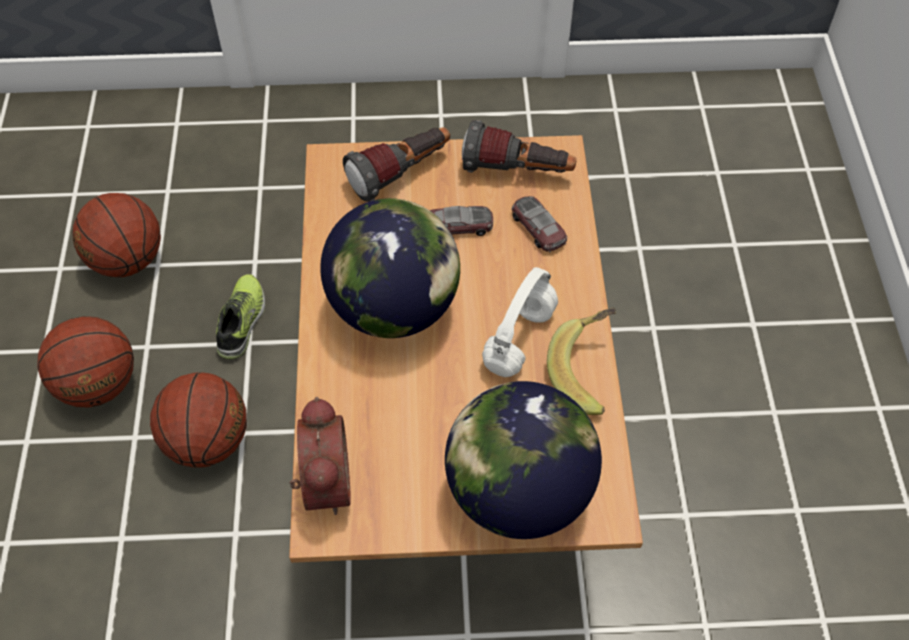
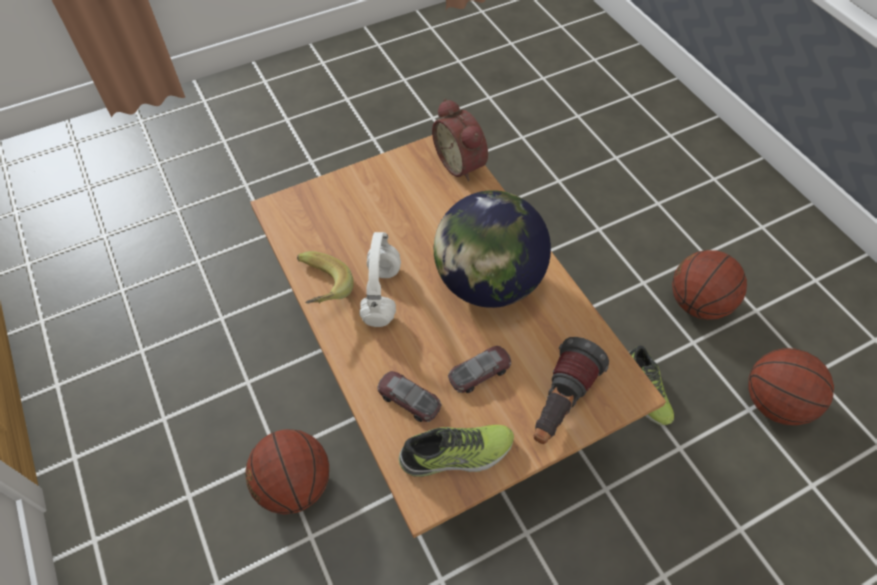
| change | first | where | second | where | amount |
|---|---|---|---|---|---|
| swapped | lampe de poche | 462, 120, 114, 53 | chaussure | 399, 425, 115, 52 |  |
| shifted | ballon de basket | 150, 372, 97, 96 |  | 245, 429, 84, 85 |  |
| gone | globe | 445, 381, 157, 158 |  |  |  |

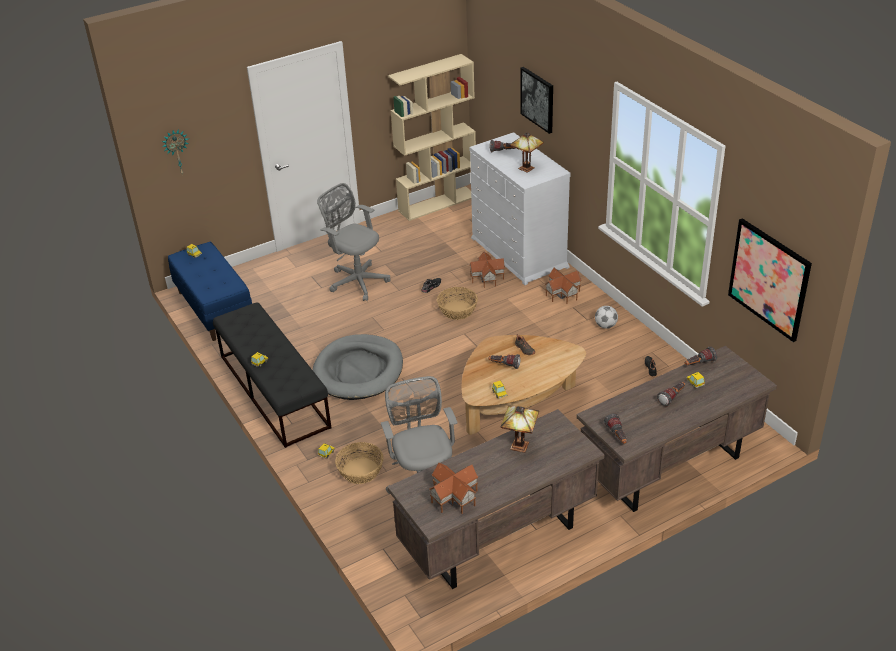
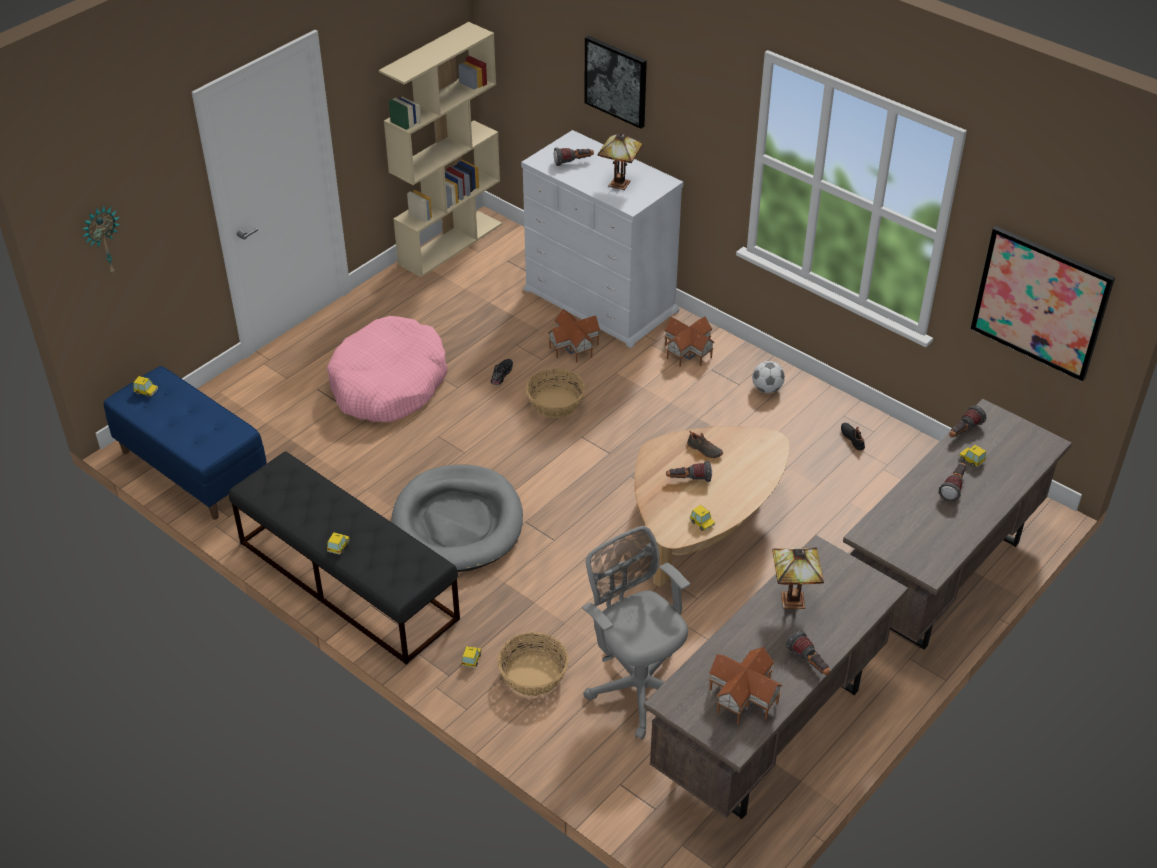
| change | first | where | second | where | amount |
|---|---|---|---|---|---|
| swapped | chaise de bureau (gris) | 317, 183, 74, 118 | panier pour chien (rose) | 327, 316, 120, 106 |  |
| shifted | lampe de poche | 604, 414, 23, 30 |  | 786, 630, 44, 45 |  |

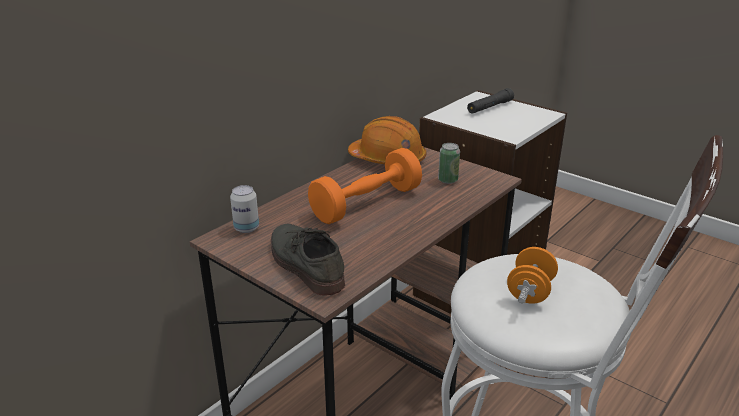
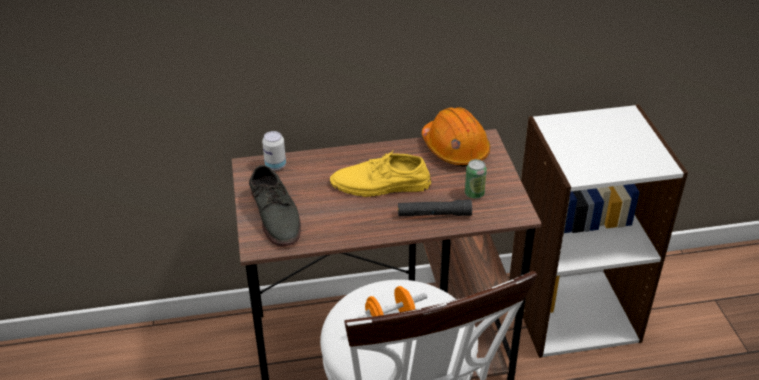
| change | first | where | second | where | amount |
|---|---|---|---|---|---|
| shifted | lampe de poche (noir) | 467, 88, 47, 26 |  | 398, 199, 74, 17 |  |
| swapped | haltère (orange) | 308, 148, 114, 76 | chaussure (jaune) | 330, 150, 101, 47 |  |
| rotated | chaussure (gris) | 271, 223, 74, 73 |  | 249, 165, 52, 82 | 150 degrees clockwise |

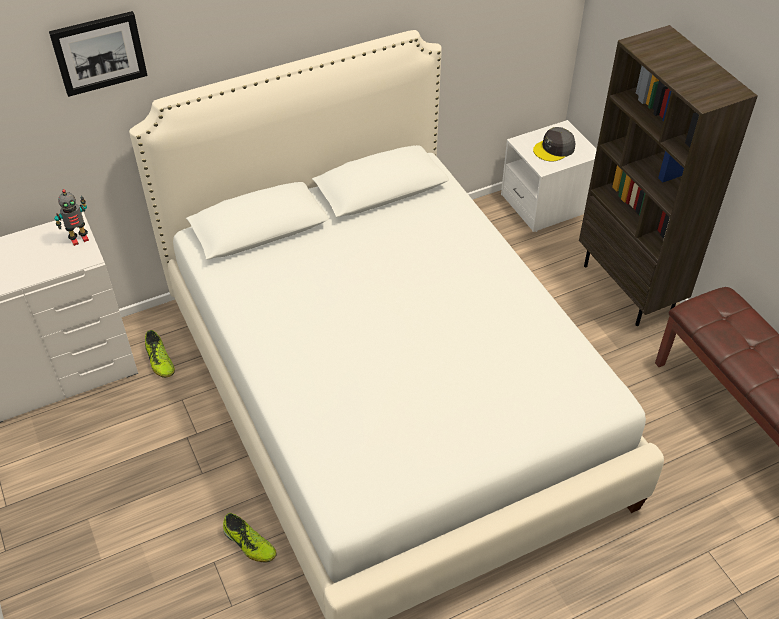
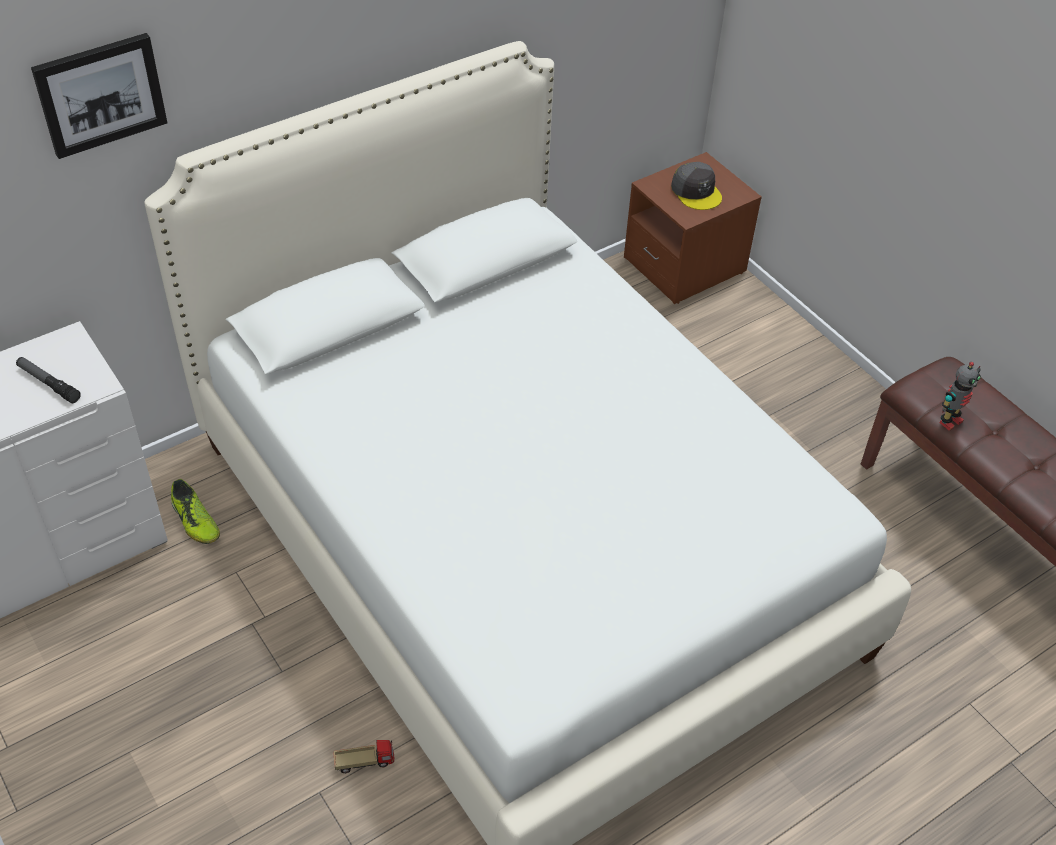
| change | first | where | second | where | amount |
|---|---|---|---|---|---|
| gone | bibliothèque (marron) | 579, 25, 179, 301 |  |  |  |
| repainted | table de chevet (blanc) | 501, 120, 96, 112 | table de chevet (marron) | 624, 152, 138, 152 |  |
| rotated | casquette (gris) | 533, 127, 43, 34 |  | 671, 162, 51, 48 | 75 degrees counterclockwise |
| shifted | robot jouet | 54, 189, 35, 57 |  | 940, 362, 41, 69 |  |
| swapped | chaussure | 223, 513, 54, 49 | camion jouet | 333, 740, 61, 33 |  |
| new |  |  | lampe de poche | 16, 357, 65, 46 |  |

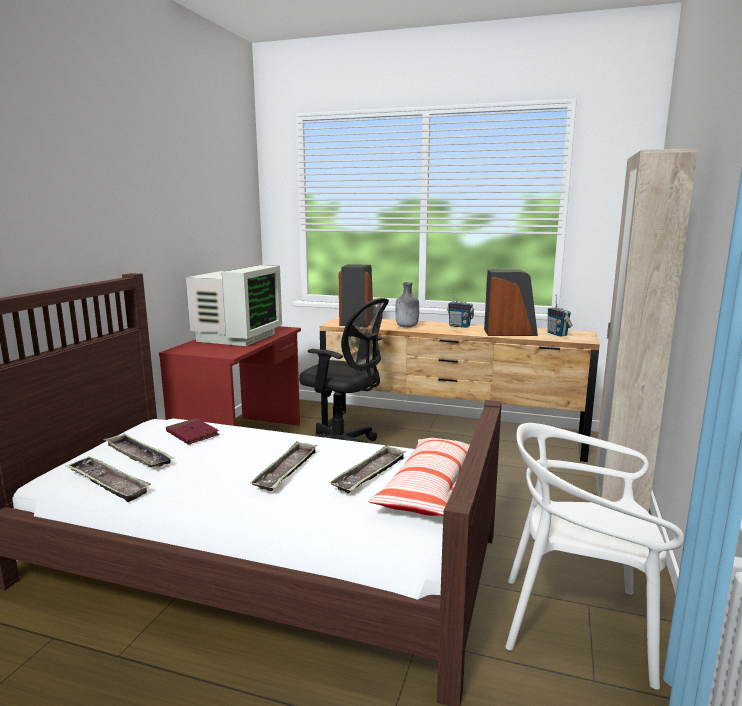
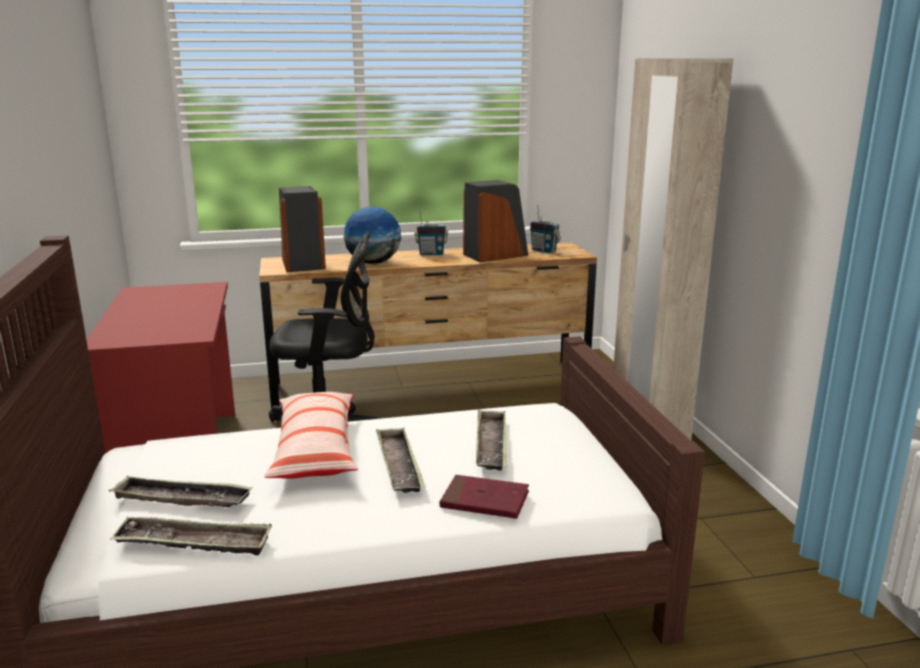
| change | first | where | second | where | amount |
|---|---|---|---|---|---|
| gone | écran d'ordinateur | 186, 265, 96, 81 |  |  |  |
| swapped | bouteille (gris) | 395, 282, 24, 46 | globe | 344, 206, 57, 58 |  |
| shifted | livre (rouge) | 166, 418, 54, 27 |  | 440, 475, 89, 44 |  |
| gone | chaise (blanc) | 505, 423, 179, 267 |  |  |  |
| shifted | coussin | 368, 438, 102, 78 |  | 264, 392, 94, 87 |  |

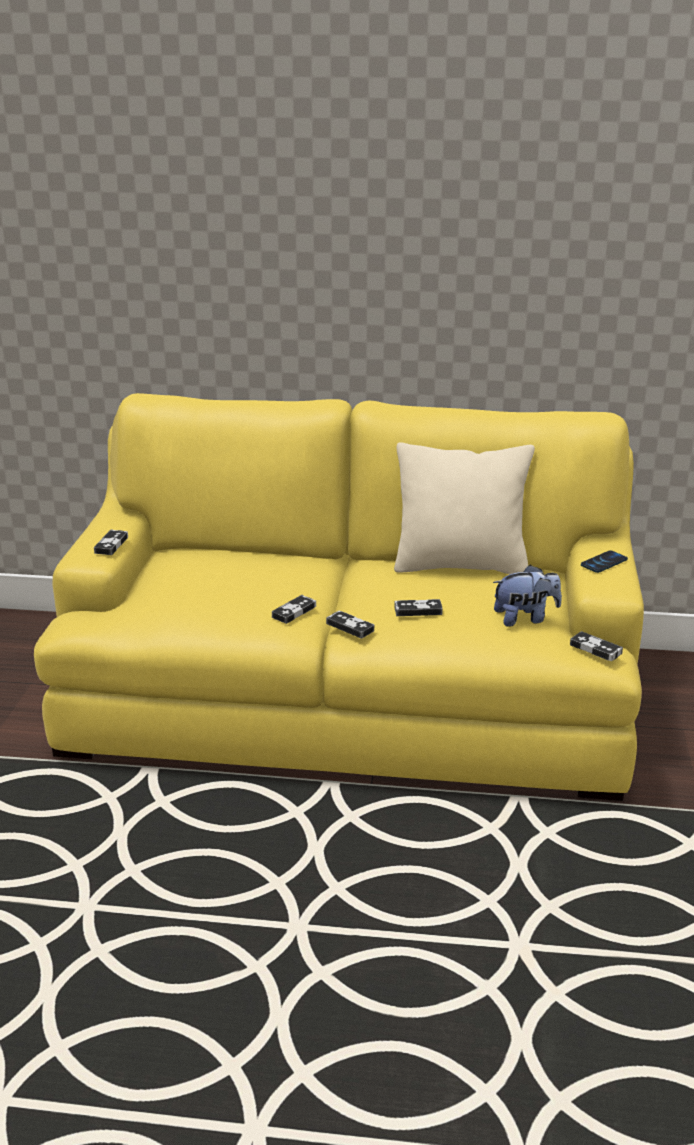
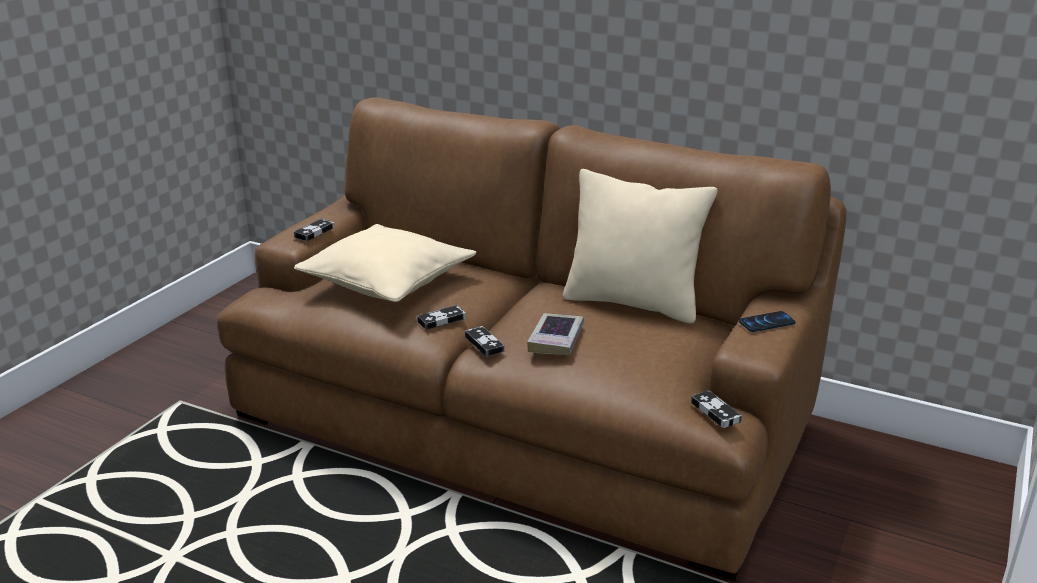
| change | first | where | second | where | amount |
|---|---|---|---|---|---|
| repainted | canapé (jaune) | 34, 393, 610, 408 | canapé (marron) | 217, 97, 629, 484 |  |
| gone | peluche | 493, 565, 69, 62 |  |  |  |
| swapped | manette | 394, 599, 49, 17 | livre | 527, 313, 57, 42 |  |
| new |  |  | coussin (beige) | 294, 224, 183, 78 |  |

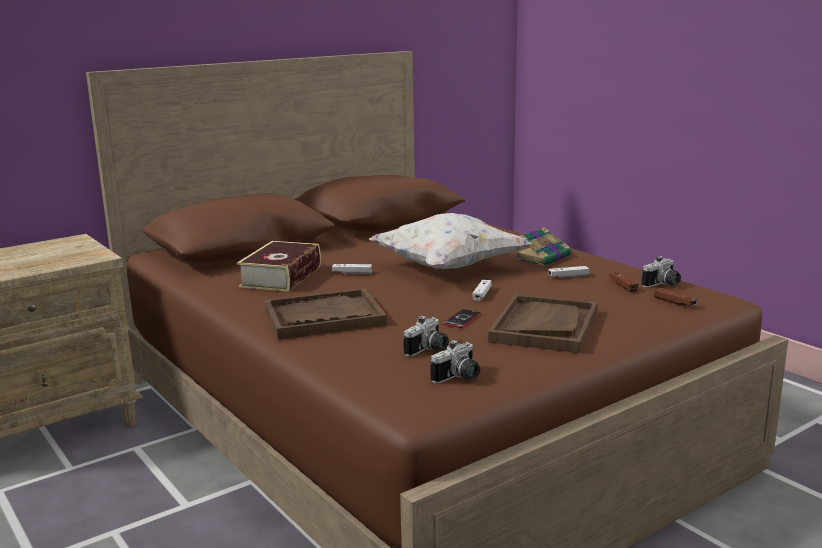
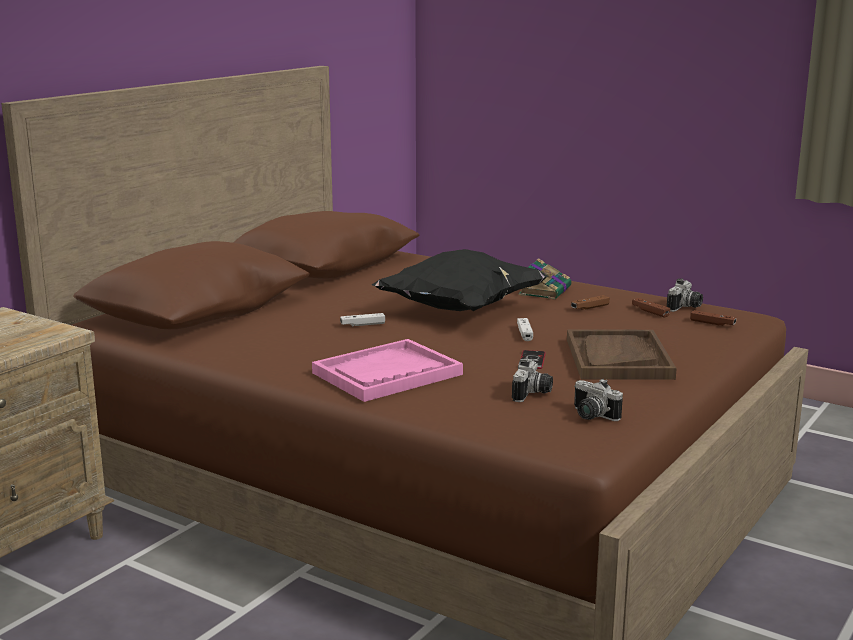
| change | first | where | second | where | amount |
|---|---|---|---|---|---|
| repainted | coussin (blanc) | 369, 213, 163, 56 | coussin (noir) | 372, 249, 177, 62 |  |
| gone | livre | 237, 241, 84, 51 |  |  |  |
| repainted | manette (blanc) | 548, 266, 41, 12 | manette (marron) | 571, 295, 39, 15 |  |
| repainted | plateau (marron) | 265, 288, 122, 51 | plateau (rose) | 312, 339, 151, 63 |  |
| rotated | appareil photo | 430, 340, 50, 44 |  | 574, 379, 49, 42 | 105 degrees clockwise |

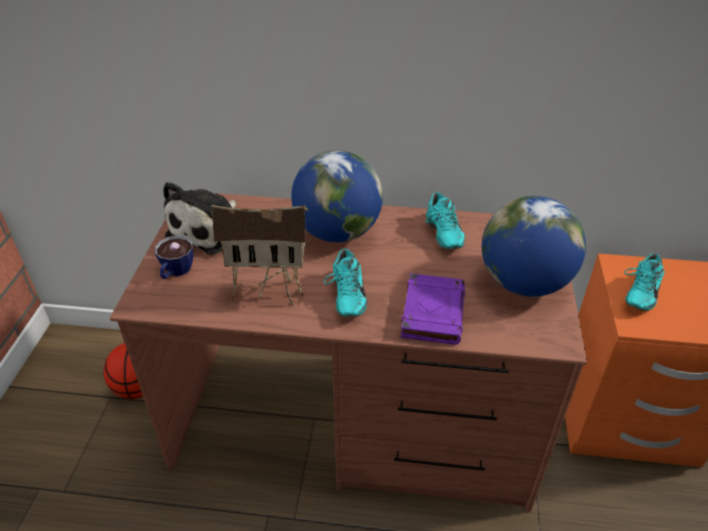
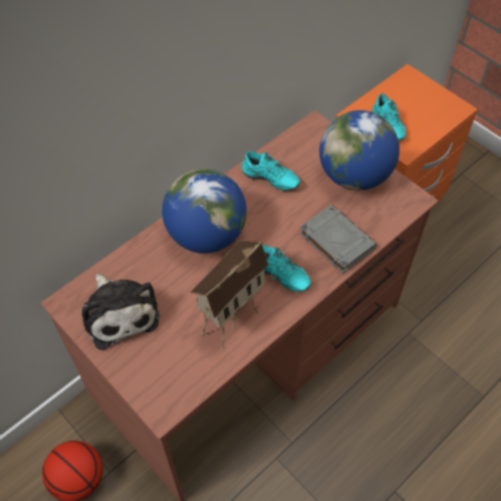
| change | first | where | second | where | amount |
|---|---|---|---|---|---|
| gone | tasse | 155, 236, 38, 43 |  |  |  |
| repainted | livre (violet) | 401, 273, 64, 72 | livre (gris) | 299, 205, 78, 68 |  |

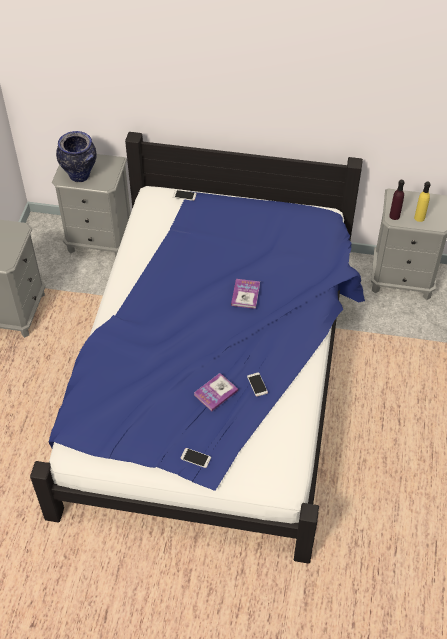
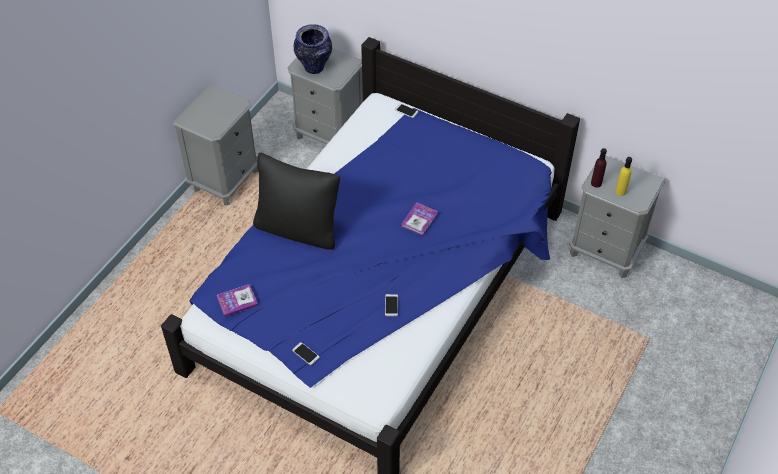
| change | first | where | second | where | amount |
|---|---|---|---|---|---|
| shifted | livre | 194, 373, 44, 38 |  | 217, 284, 41, 33 |  |
| new |  |  | coussin (noir) | 253, 153, 87, 97 |  |

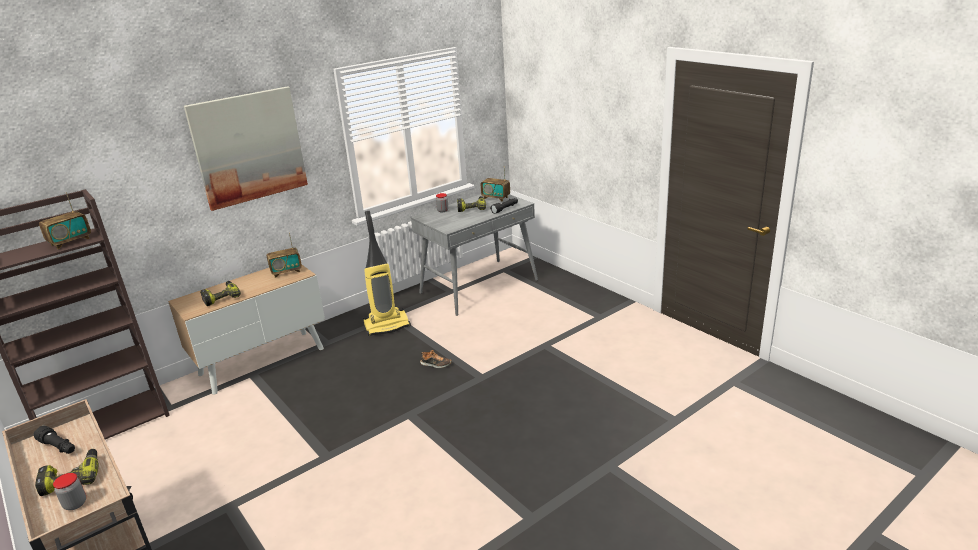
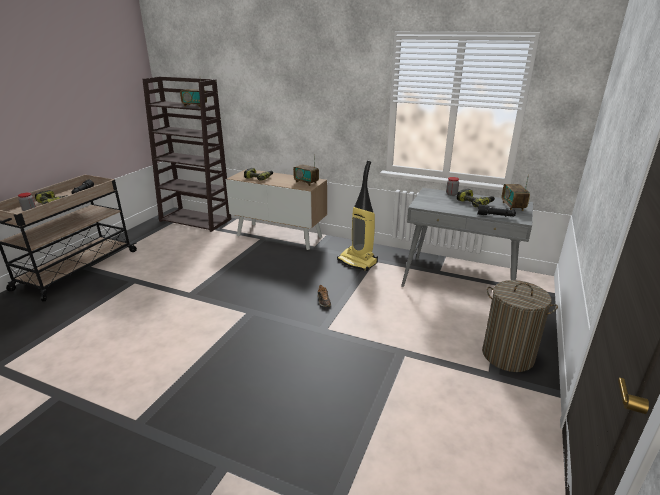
| change | first | where | second | where | amount |
|---|---|---|---|---|---|
| gone | tableau | 184, 86, 124, 125 |  |  |  |
| new |  |  | panier à linge | 482, 280, 76, 92 |  |

